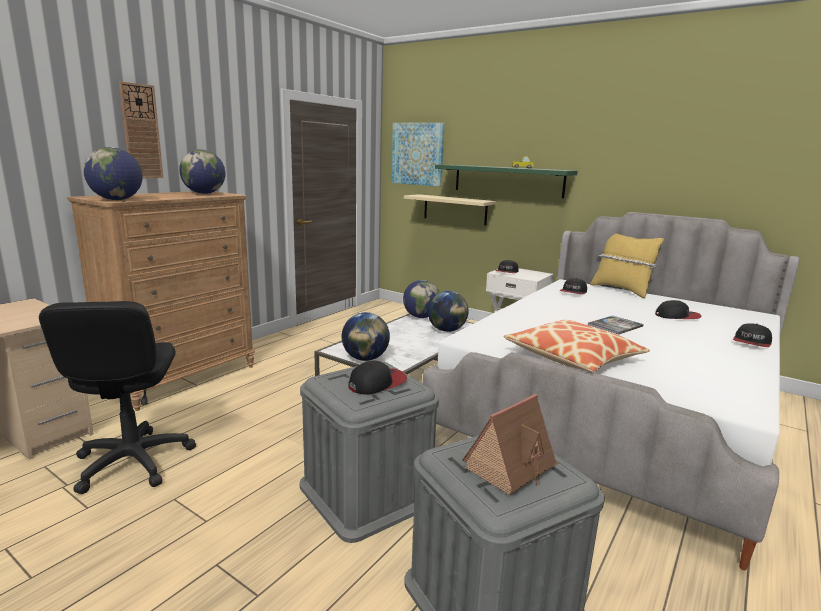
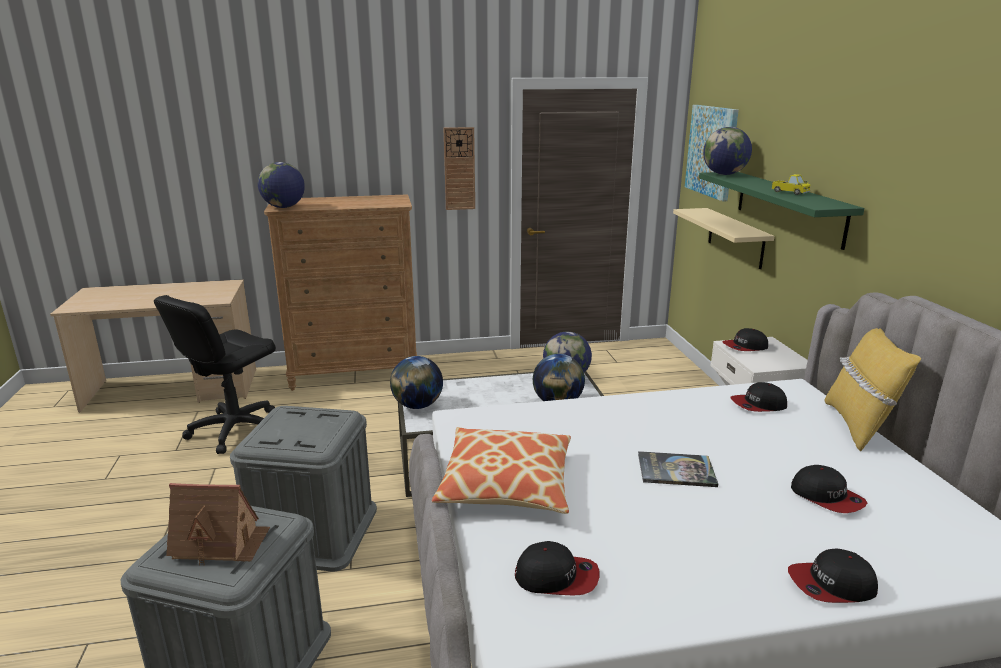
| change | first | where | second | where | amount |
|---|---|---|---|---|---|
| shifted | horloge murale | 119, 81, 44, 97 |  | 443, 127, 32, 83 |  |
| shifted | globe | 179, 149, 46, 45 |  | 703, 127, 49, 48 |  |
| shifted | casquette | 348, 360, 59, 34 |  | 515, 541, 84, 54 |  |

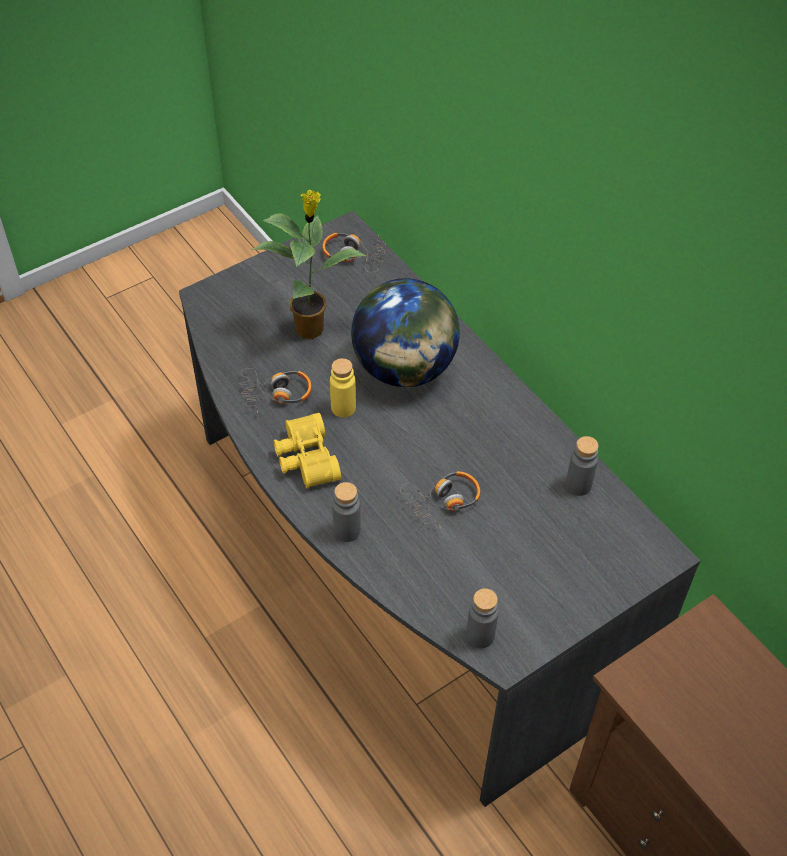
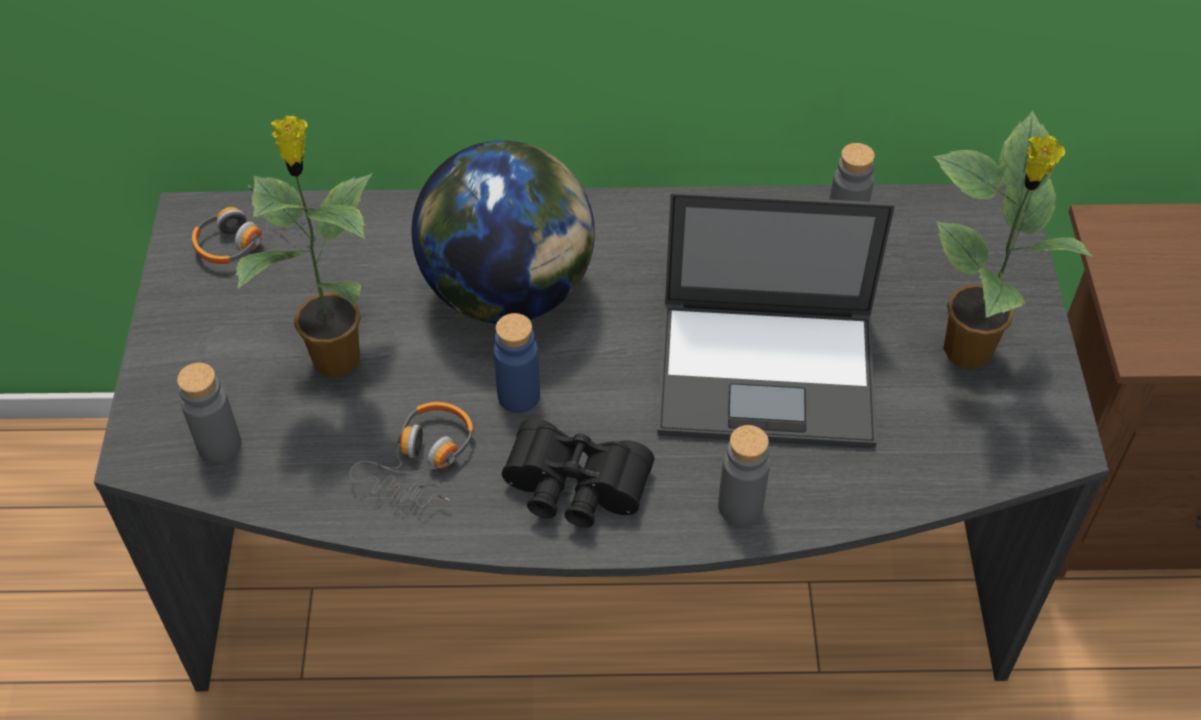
| change | first | where | second | where | amount |
|---|---|---|---|---|---|
| repainted | bouteille (jaune) | 330, 358, 26, 60 | bouteille (bleu) | 494, 313, 46, 100 |  |
| repainted | jumelles (jaune) | 274, 413, 67, 75 | jumelles (noir) | 502, 418, 152, 110 |  |
| swapped | casque audio | 400, 471, 81, 58 | ordinateur portable | 657, 191, 238, 258 |  |
| shifted | bouteille (gris) | 466, 588, 32, 60 |  | 177, 363, 64, 100 |  |
| new |  |  | plante en pot | 933, 110, 160, 259 |  |

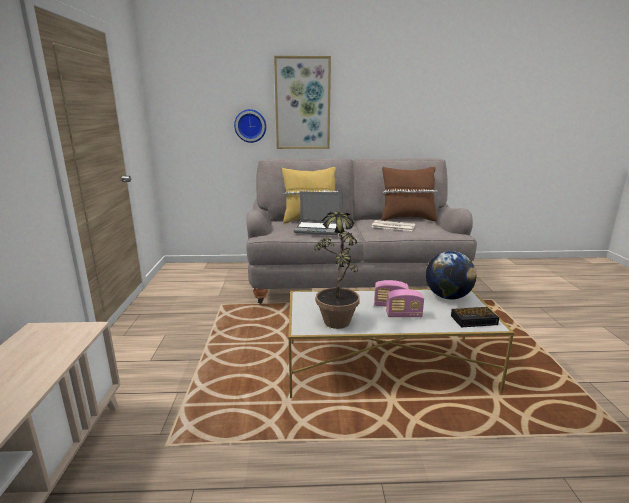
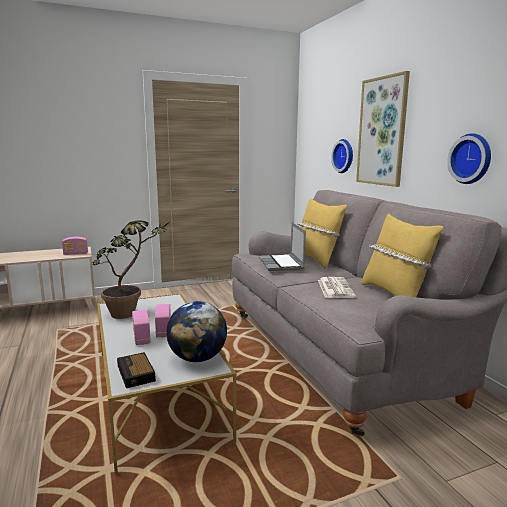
| change | first | where | second | where | amount |
|---|---|---|---|---|---|
| repainted | coussin (marron) | 381, 167, 57, 54 | coussin (jaune) | 360, 214, 83, 83 |  |
| new |  |  | horloge murale | 447, 133, 44, 51 |  |
| new |  |  | radio | 62, 237, 26, 18 |  |

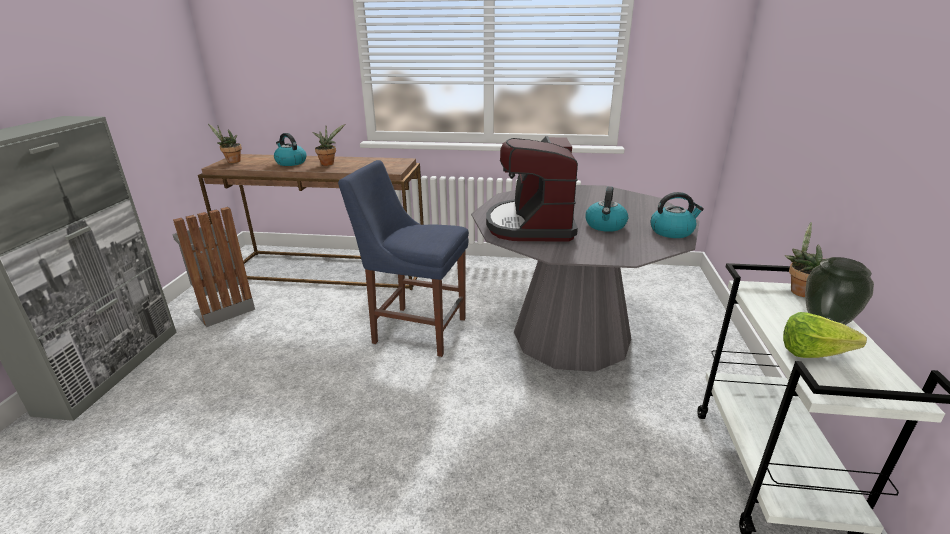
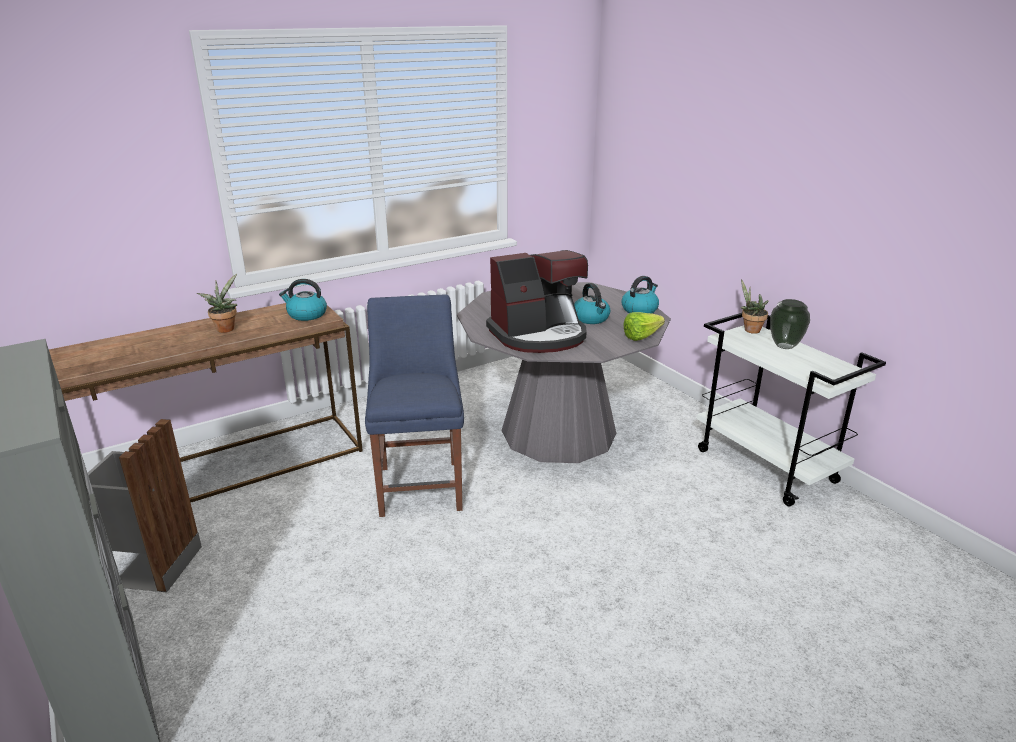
| change | first | where | second | where | amount |
|---|---|---|---|---|---|
| gone | plante en pot | 208, 124, 34, 39 |  |  |  |
| shifted | bouilloire | 274, 133, 33, 33 |  | 279, 279, 48, 42 |  |
| rotated | machine à café | 486, 136, 92, 105 |  | 486, 250, 102, 103 | 75 degrees counterclockwise |
| rotated | chaise (bleu) | 338, 160, 131, 197 |  | 365, 294, 99, 223 | 105 degrees clockwise |
| shifted | laitue | 783, 312, 84, 46 |  | 623, 312, 42, 29 |  |

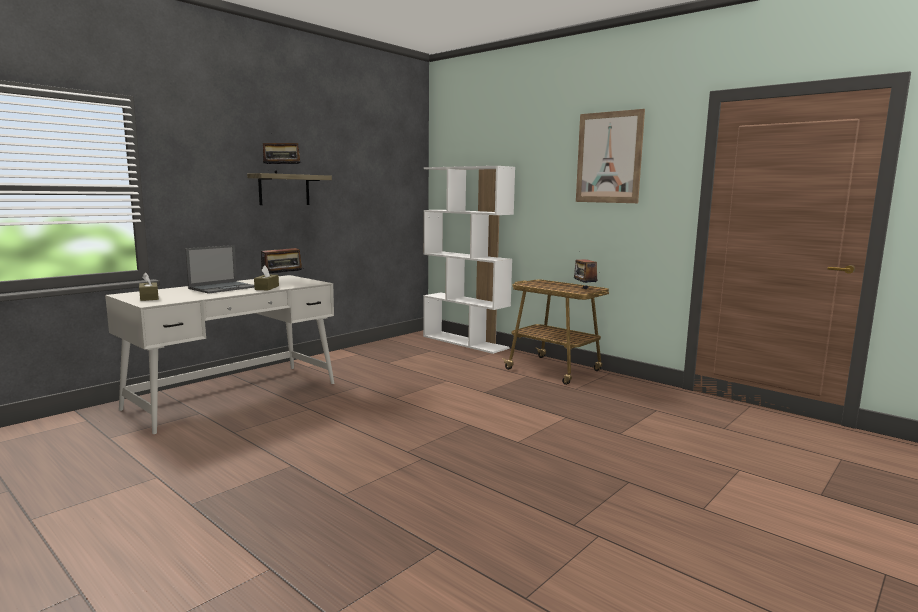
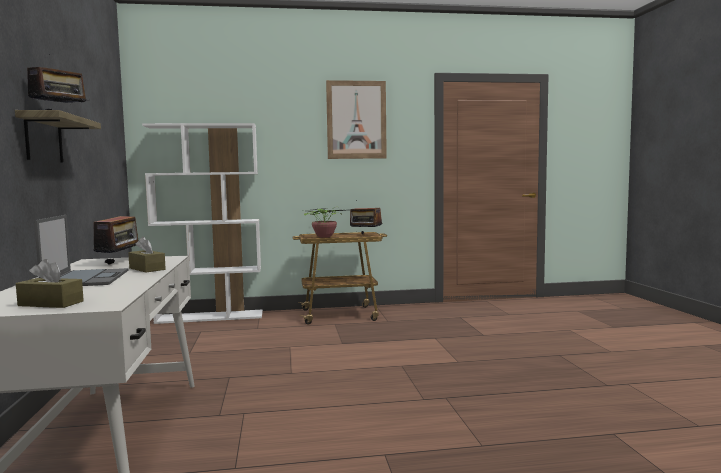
| change | first | where | second | where | amount |
|---|---|---|---|---|---|
| new |  |  | plante en pot | 304, 207, 42, 31 |  |

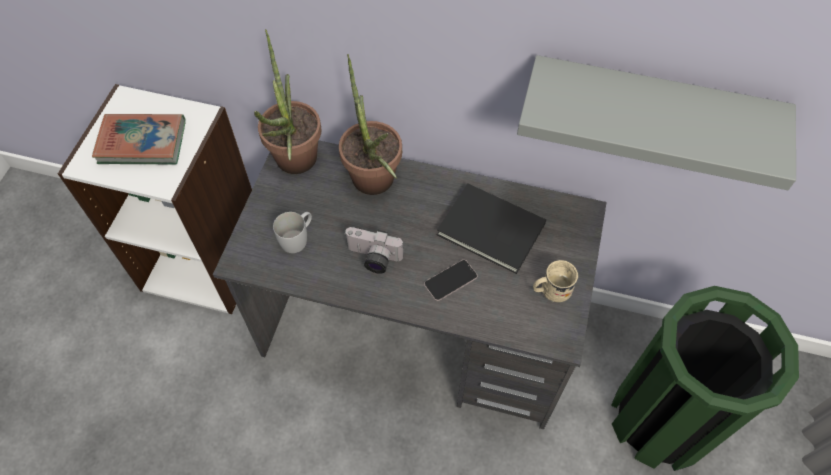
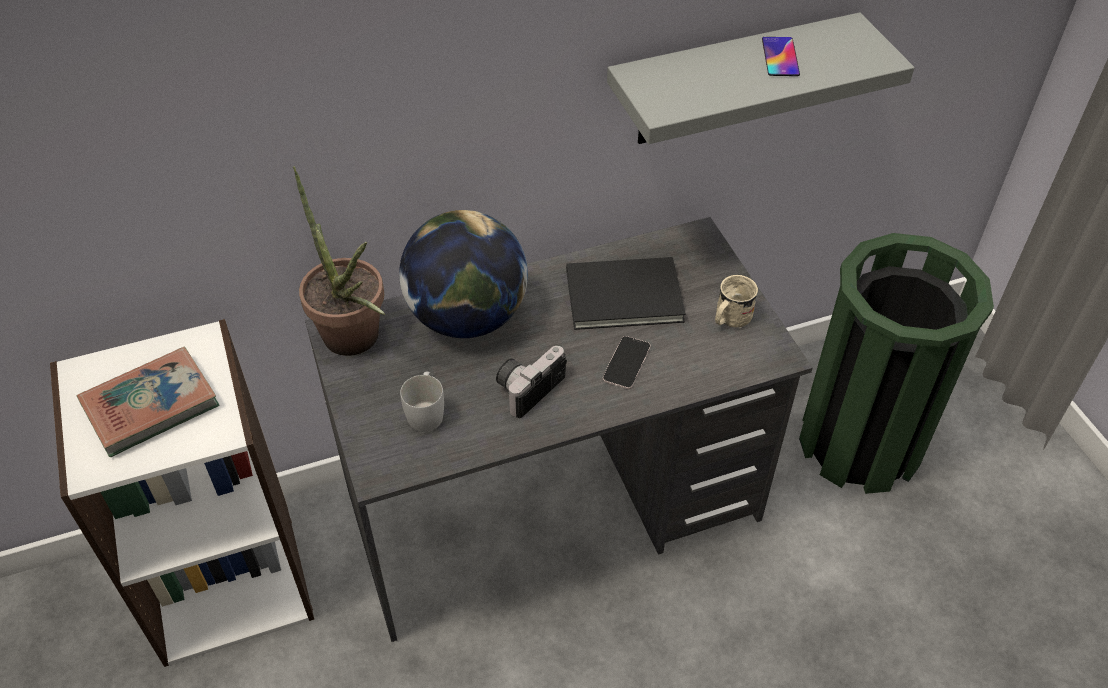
| change | first | where | second | where | amount |
|---|---|---|---|---|---|
| swapped | plante en pot | 339, 54, 63, 141 | globe | 399, 210, 129, 128 |  |
| rotated | appareil photo | 344, 227, 59, 47 |  | 496, 346, 71, 72 | 150 degrees clockwise |
| new |  |  | téléphone | 762, 37, 38, 39 |  |

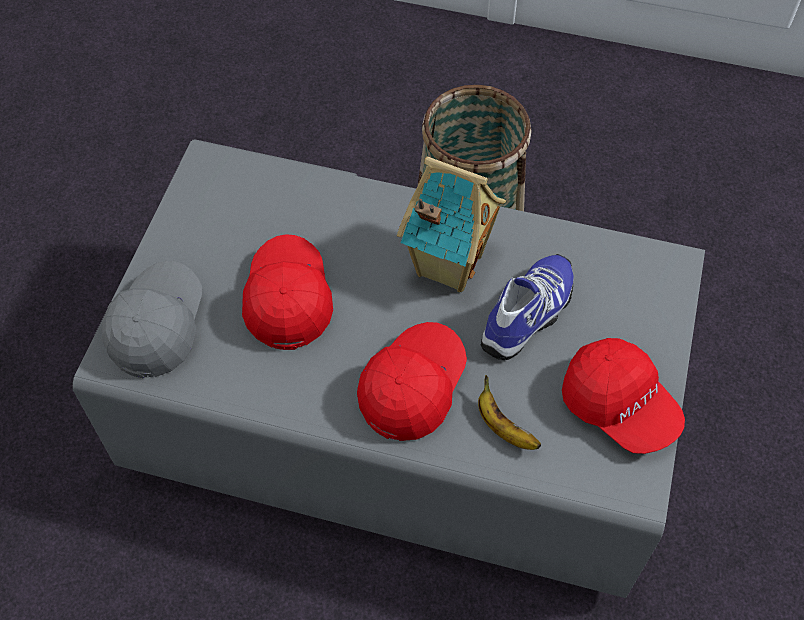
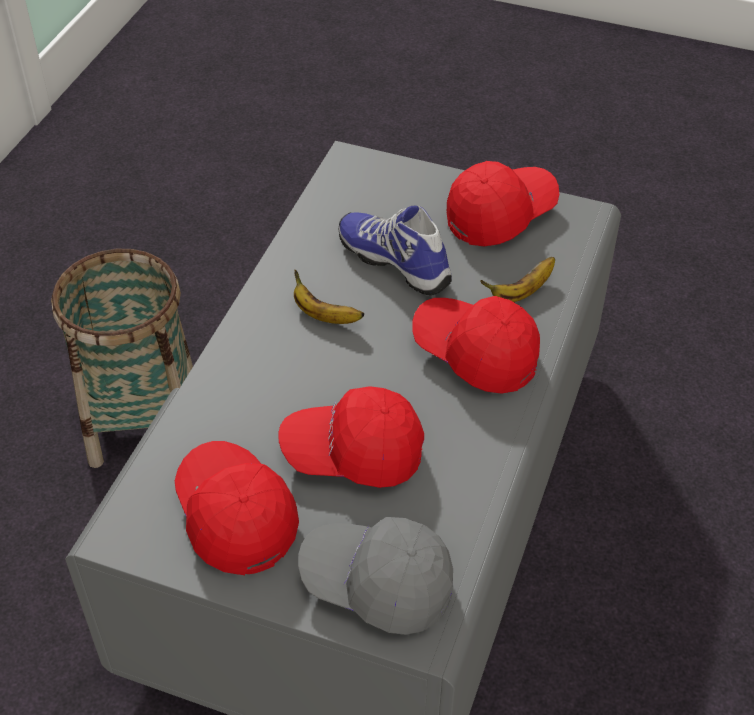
| change | first | where | second | where | amount |
|---|---|---|---|---|---|
| swapped | maison miniature | 397, 157, 109, 135 | banane | 294, 270, 70, 54 |  |
| new |  |  | casquette (rouge) | 175, 441, 124, 134 |  |

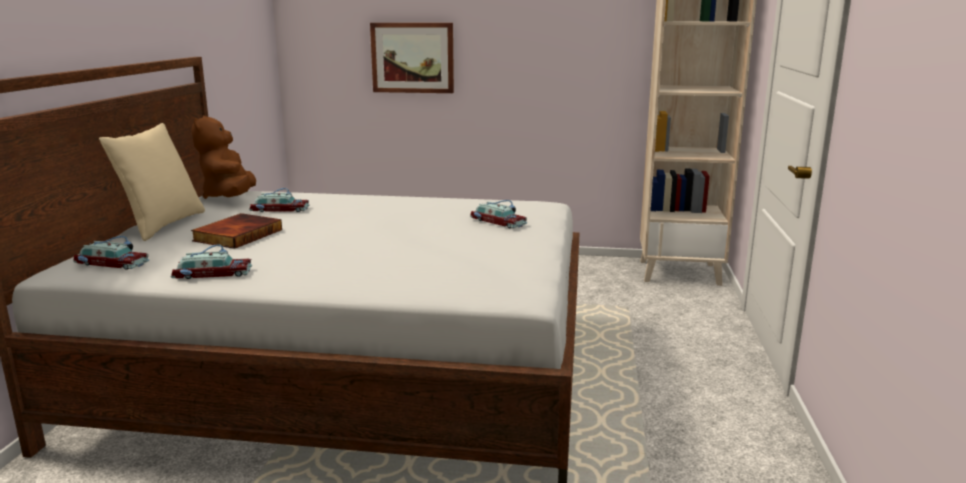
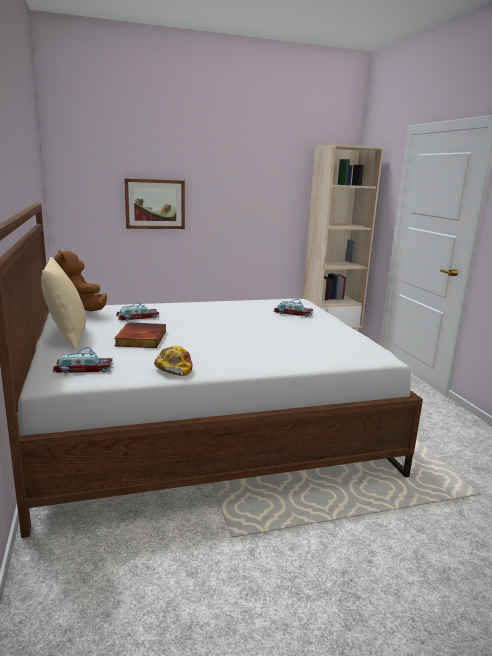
| change | first | where | second | where | amount |
|---|---|---|---|---|---|
| swapped | petite voiture | 170, 245, 82, 34 | casquette | 154, 346, 39, 30 |  |

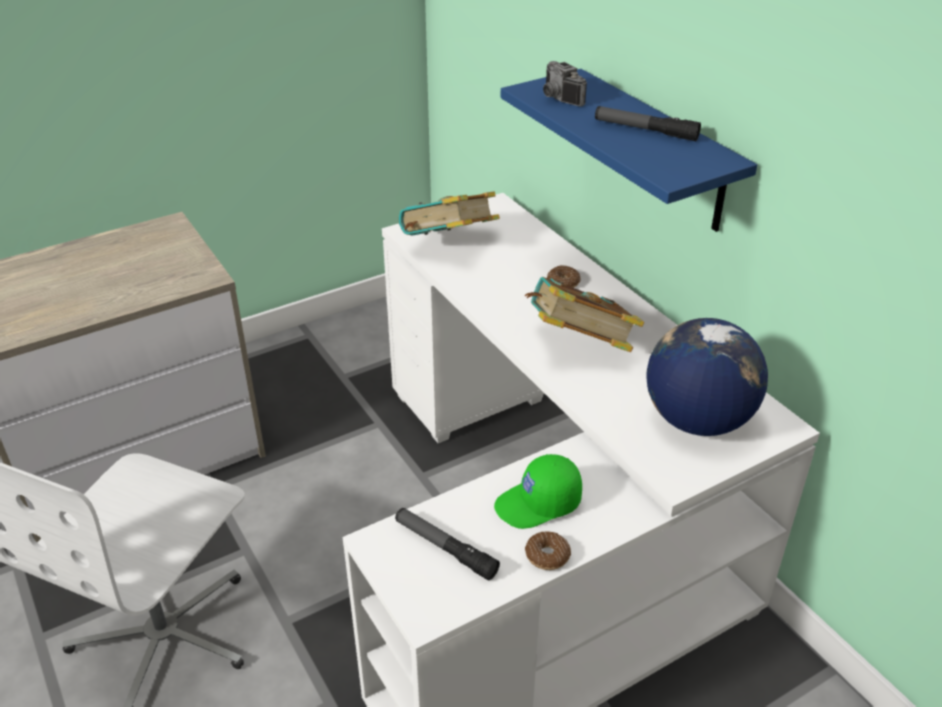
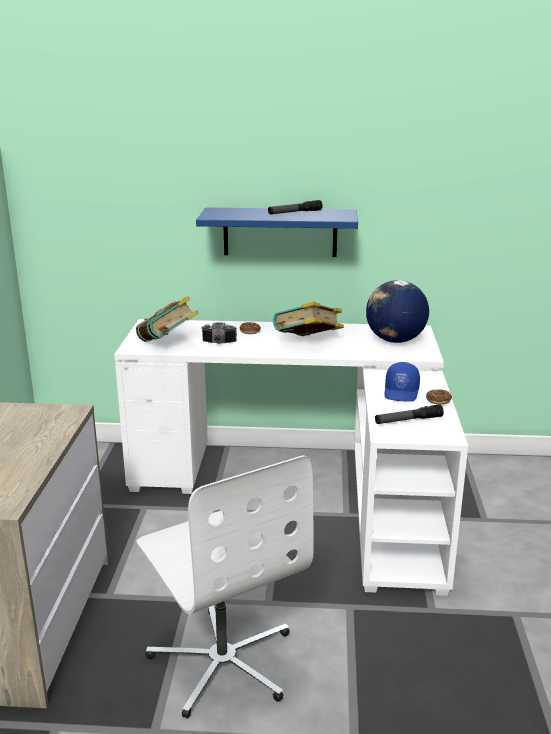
| change | first | where | second | where | amount |
|---|---|---|---|---|---|
| shifted | appareil photo | 543, 61, 44, 46 |  | 202, 322, 35, 22 |  |
| repainted | casquette (vert) | 494, 454, 88, 75 | casquette (bleu) | 384, 362, 36, 40 |  |

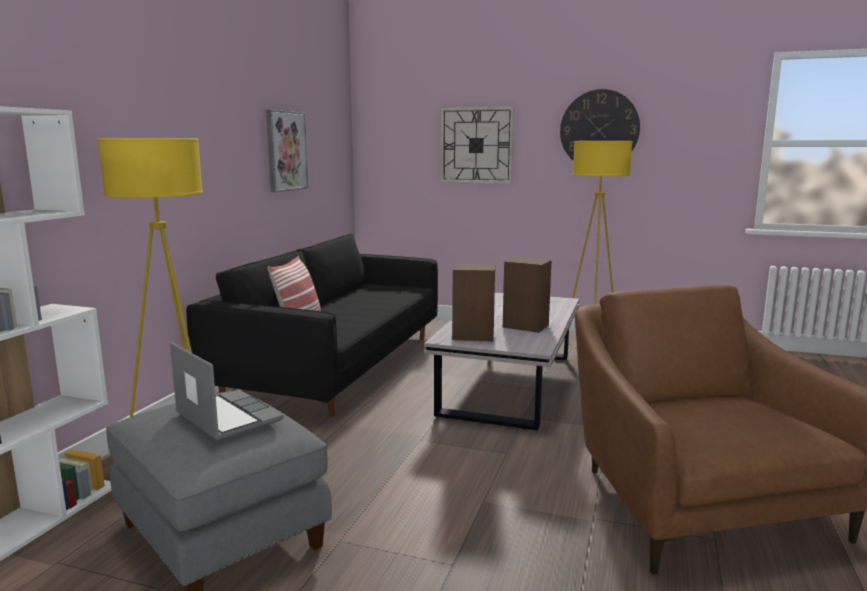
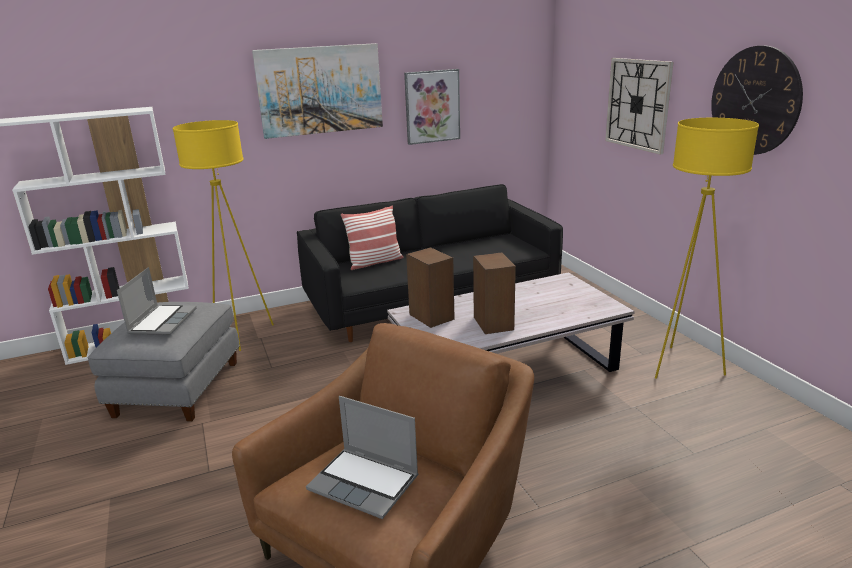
| change | first | where | second | where | amount |
|---|---|---|---|---|---|
| new |  |  | tableau | 252, 43, 131, 96 |  |
| new |  |  | ordinateur portable | 306, 396, 112, 123 |  |

